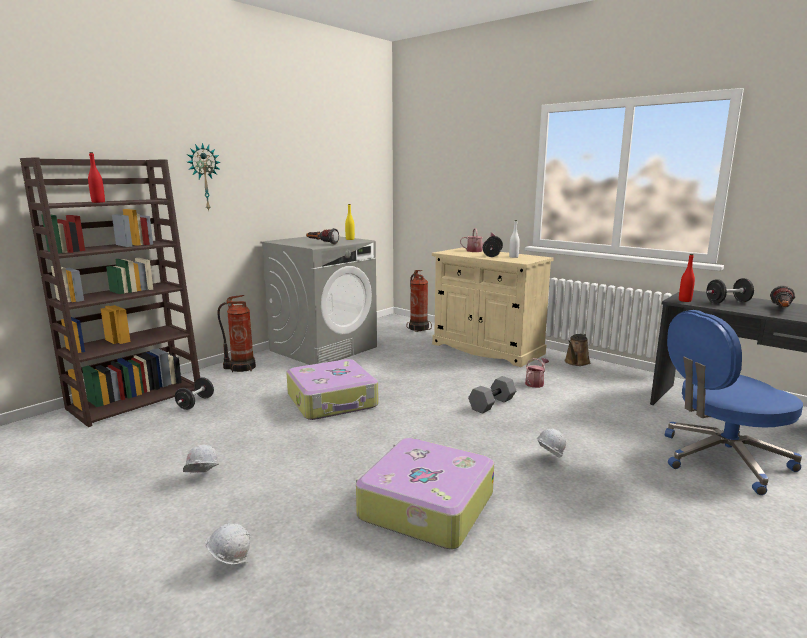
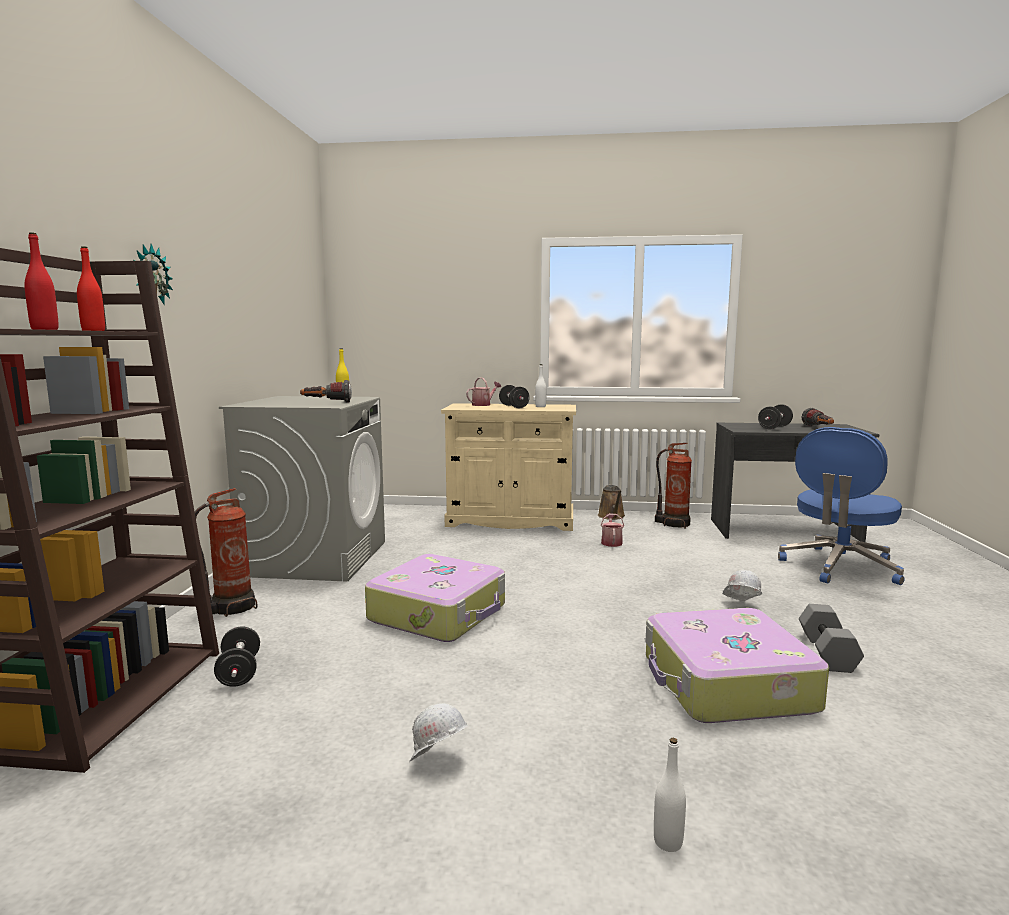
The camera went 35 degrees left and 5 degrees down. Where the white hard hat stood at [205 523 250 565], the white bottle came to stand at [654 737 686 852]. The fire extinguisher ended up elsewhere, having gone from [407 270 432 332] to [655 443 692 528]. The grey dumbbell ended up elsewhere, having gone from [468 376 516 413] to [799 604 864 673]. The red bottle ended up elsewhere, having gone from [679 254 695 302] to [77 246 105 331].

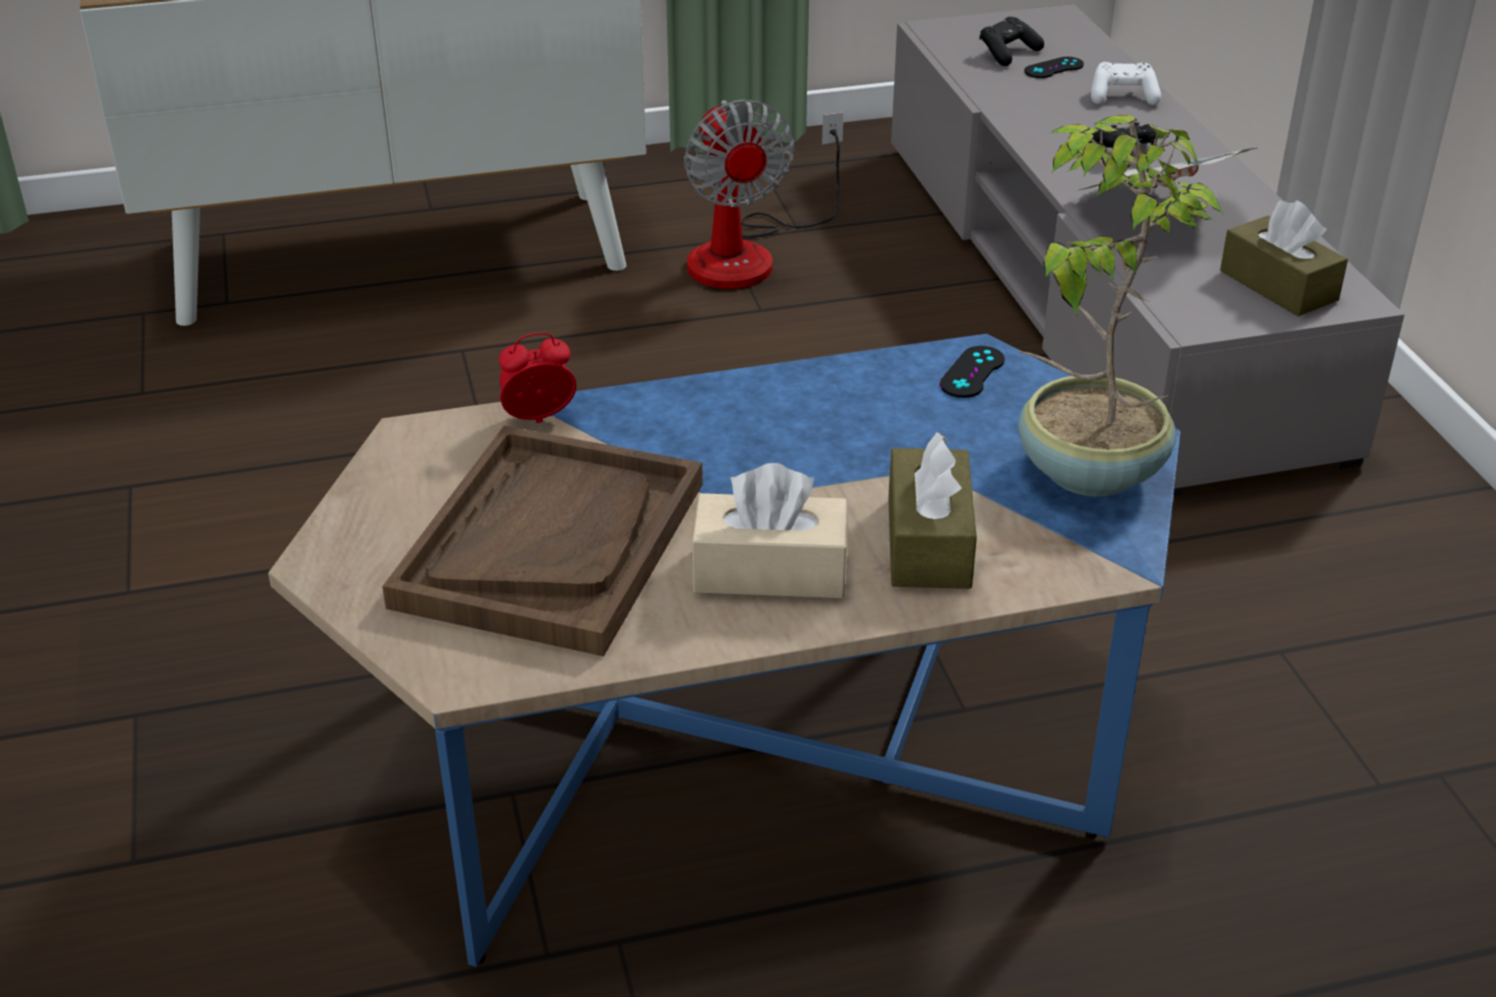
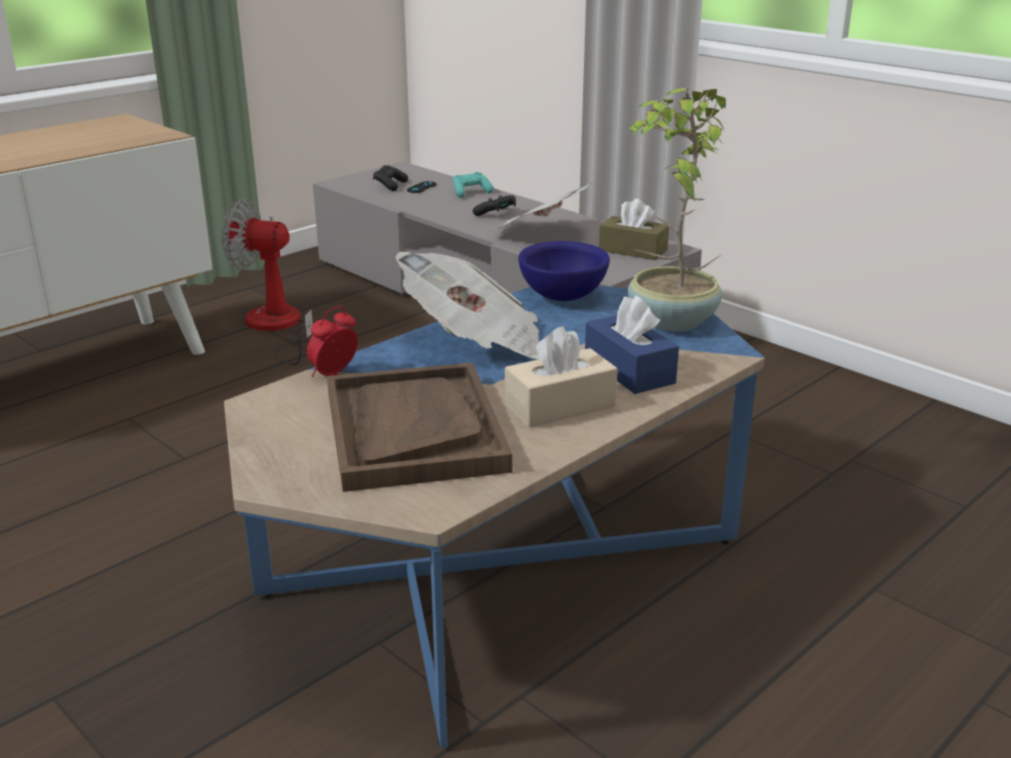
The camera went 30 degrees left and 10 degrees down. The fan at [684 100 844 289] ended up facing another way, 150 degrees clockwise from before. What was the brown tissue box at [888 432 977 589] turned into the blue tissue box at [585 296 679 394]. Where the black game controller stood at [940 346 1005 398], the blue bowl came to stand at [518 241 610 301]. What was the white game controller at [1091 62 1161 105] turned into the turquoise game controller at [453 172 494 198]. The second view gained the newspaper at [395 252 541 359].

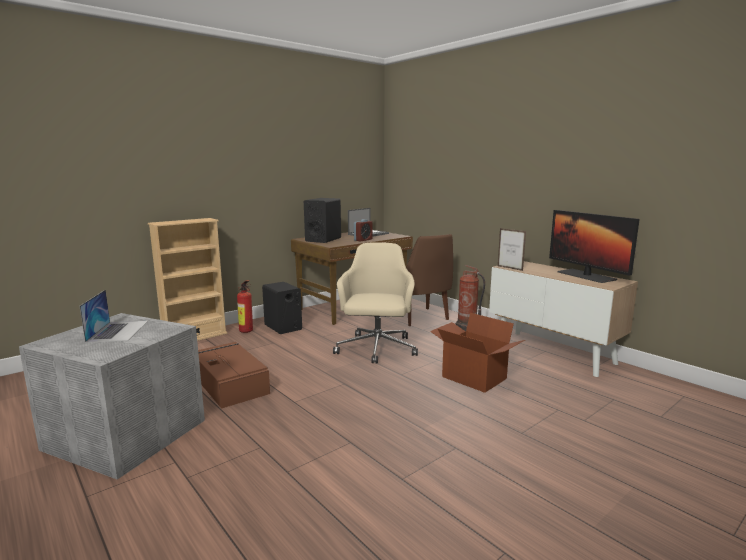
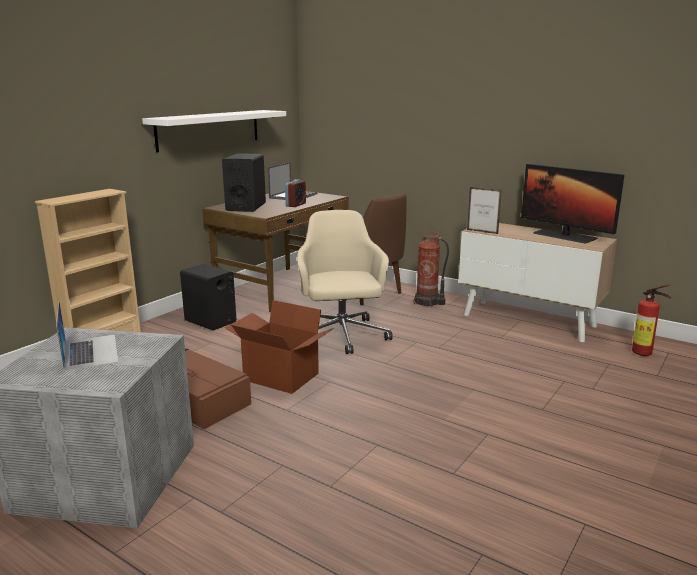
The camera went 15 degrees left and 5 degrees up. The fire extinguisher ended up elsewhere, having gone from [237 280 253 333] to [632 284 671 356]. The cardboard box ended up elsewhere, having gone from [430 313 525 393] to [225 300 334 394]. The second view gained the white shelf at [142 110 286 152].

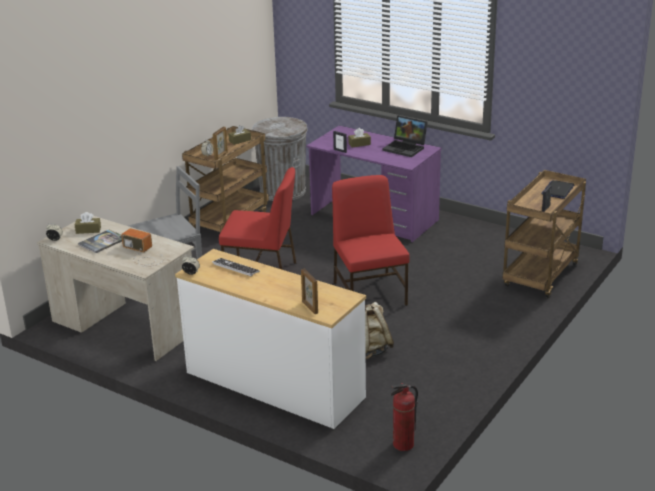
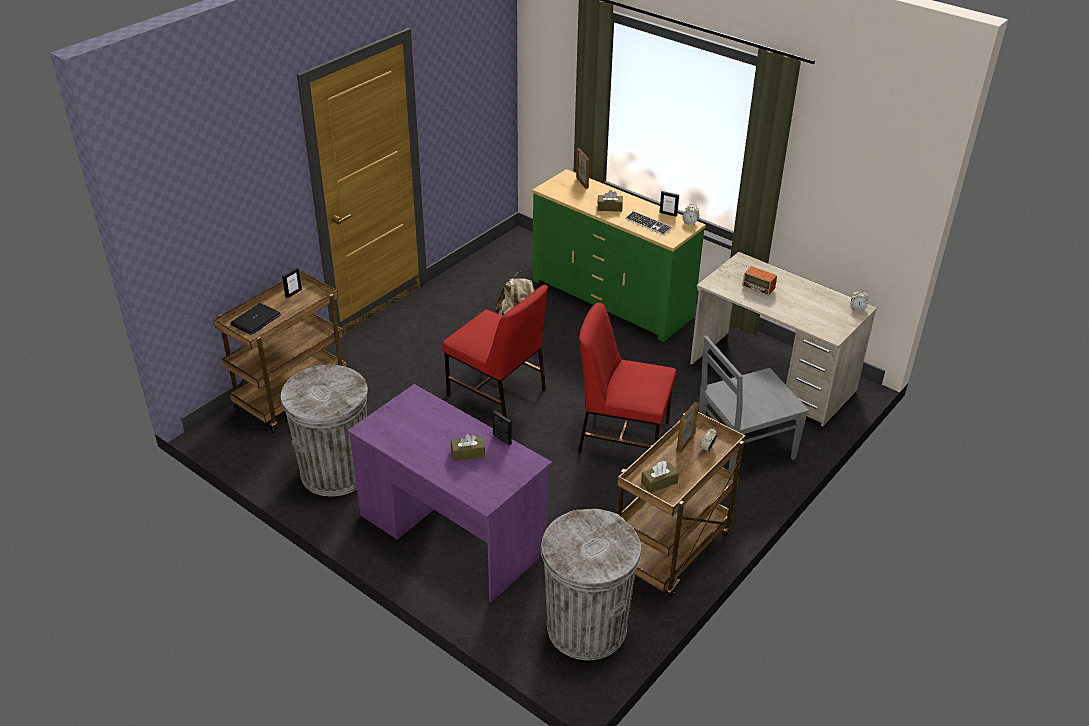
The camera went 175 degrees left and 10 degrees up. The brown tissue box ended up elsewhere, having gone from [75 212 101 234] to [597 190 623 212]. The second view lost the book at [78 230 122 253]. What was the white dresser at [175 249 366 429] turned into the green dresser at [532 169 706 342]. The red chair at [332 175 410 306] ended up facing another way, 45 degrees counterclockwise from before. The second view lost the laptop at [383 115 428 157]. The second view lost the fire extinguisher at [391 383 418 451]. The second view gained the grey trash can at [281 365 368 496]. The second view gained the picture frame at [659 191 679 217].

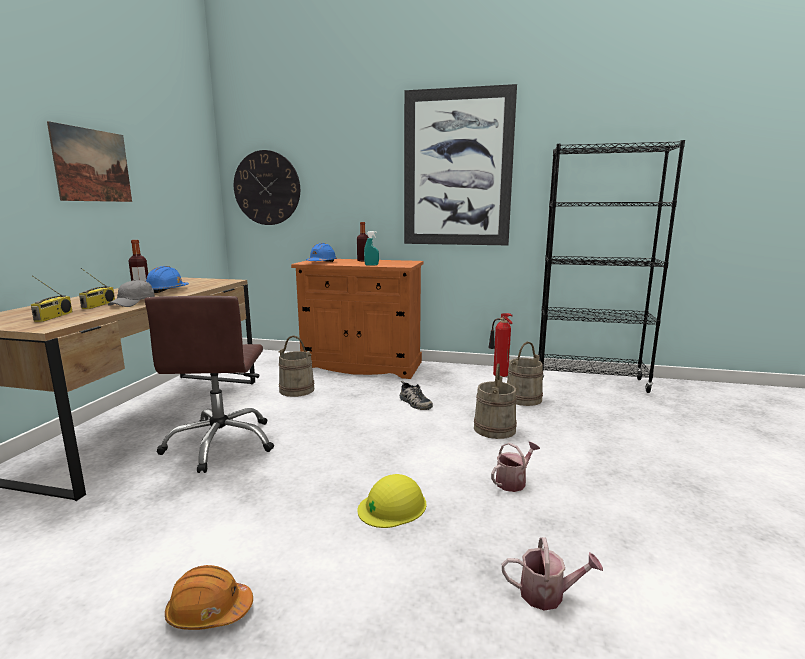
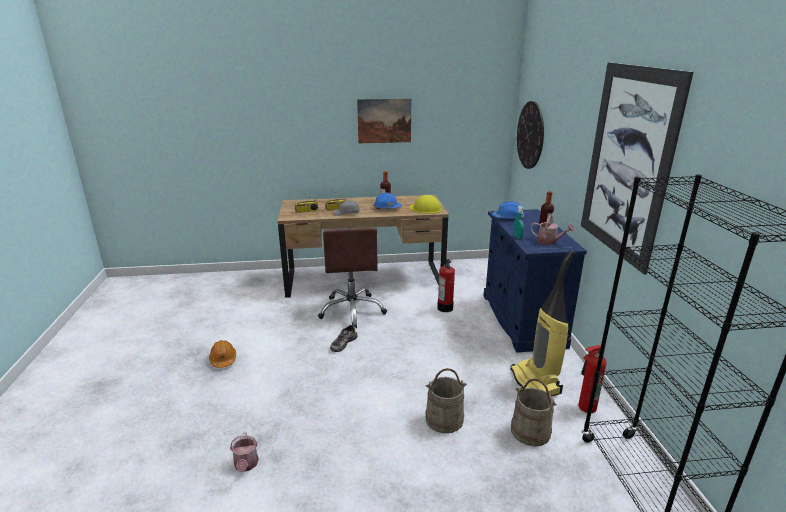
The camera went 70 degrees right and 10 degrees up. The brown office chair at [145 296 274 473] ended up facing another way, 75 degrees counterclockwise from before. Where the beige bucket stood at [278 336 315 397], the fire extinguisher came to stand at [437 259 455 312]. What was the orange cabinet at [291 259 424 379] turned into the blue cabinet at [483 209 587 352]. The yellow hard hat ended up elsewhere, having gone from [357 474 427 528] to [410 195 442 214]. The shoe ended up elsewhere, having gone from [400 381 433 410] to [330 323 357 352]. The watering can ended up elsewhere, having gone from [491 441 540 492] to [530 215 575 245]. The second view gained the vacuum cleaner at [510 250 575 396].

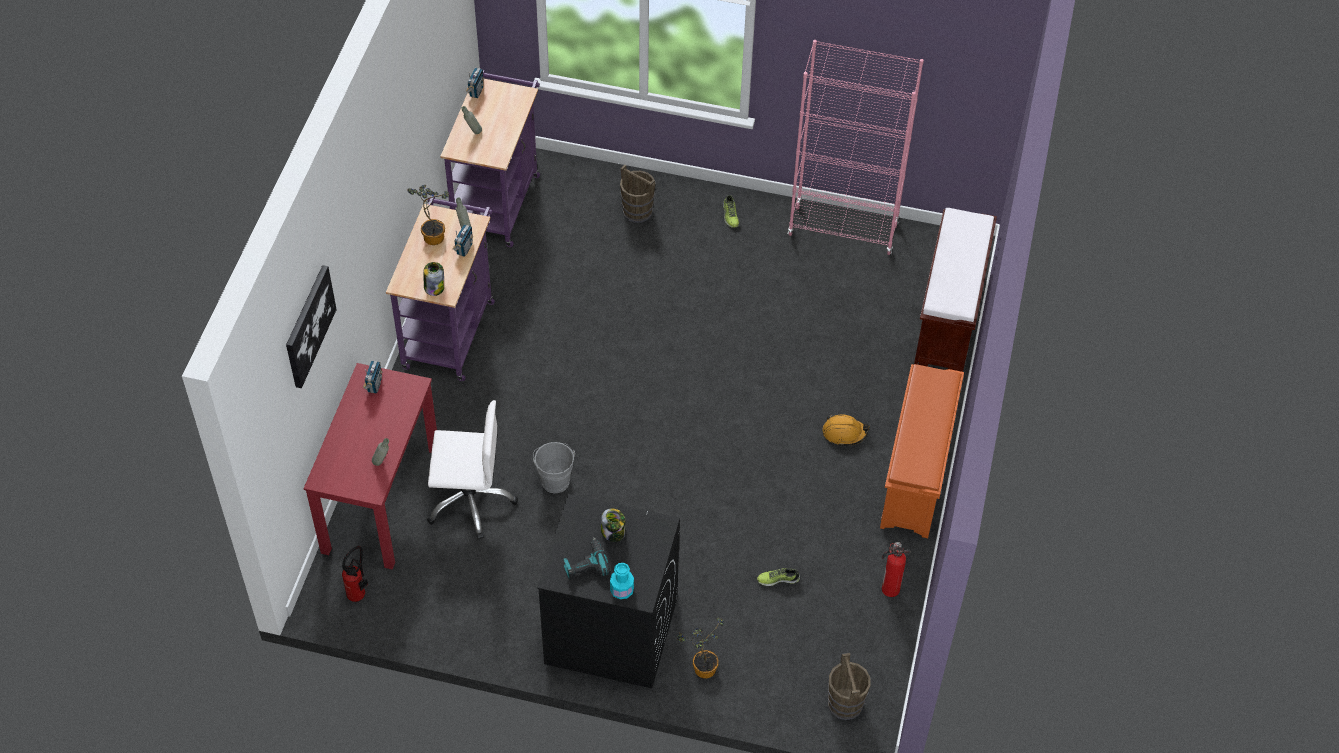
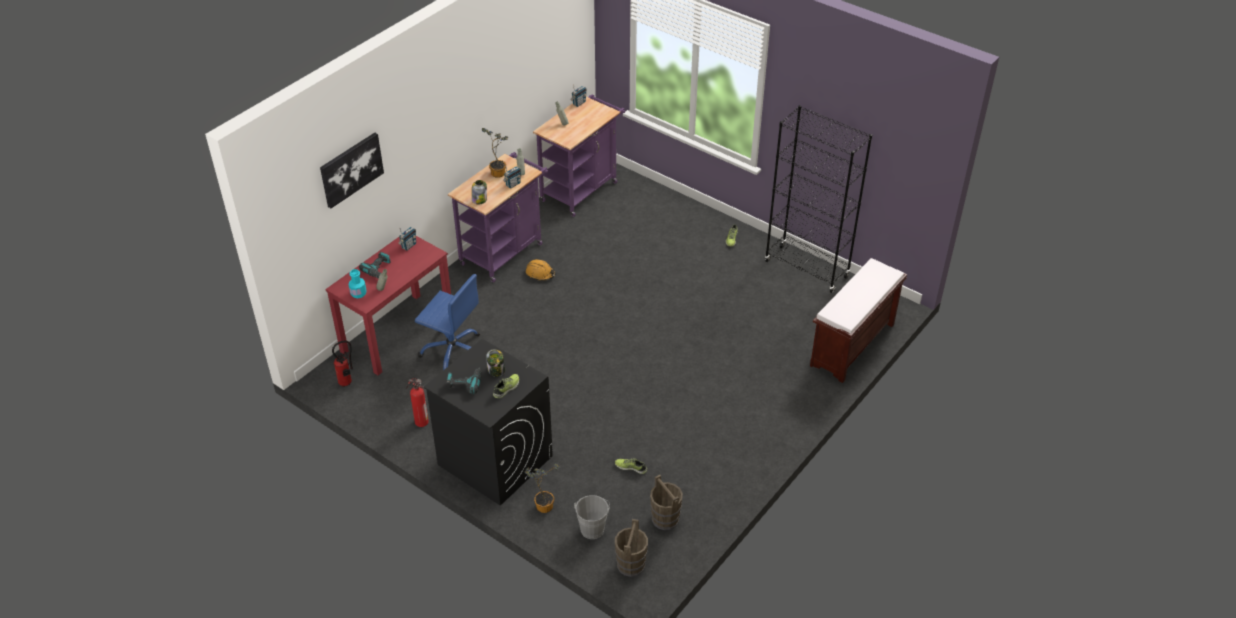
The camera went 25 degrees right and 10 degrees down. What was the white office chair at [427 400 518 539] turned into the blue office chair at [415 274 480 370]. The grey bucket ended up elsewhere, having gone from [533 442 575 493] to [574 495 610 539]. The turquoise bottle ended up elsewhere, having gone from [610 563 634 599] to [349 269 367 298]. The brown bucket ended up elsewhere, having gone from [620 164 655 223] to [650 475 683 530]. What was the pink bookcase at [788 40 924 255] turned into the black bookcase at [765 105 872 293]. The orange hard hat ended up elsewhere, having gone from [822 414 870 446] to [526 259 556 281]. The second view lost the orange shoe rack at [880 364 964 538]. The fire extinguisher ended up elsewhere, having gone from [882 542 911 597] to [406 378 429 427]. The second view gained the power drill at [359 252 391 279]. The second view gained the shoe at [493 374 519 399].

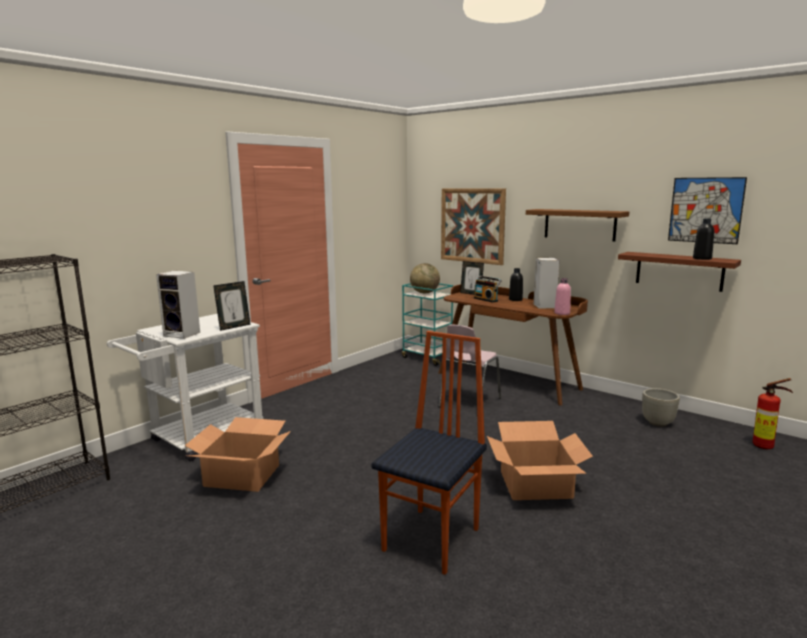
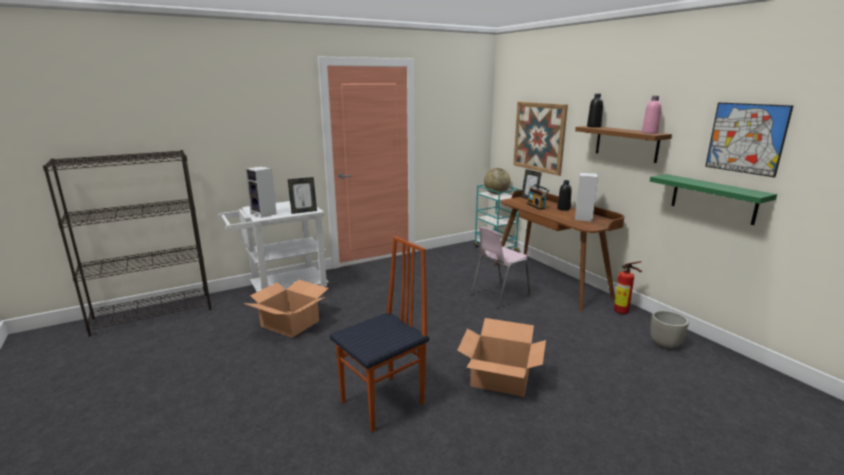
The camera went 20 degrees right and 5 degrees up. The pink bottle ended up elsewhere, having gone from [554 278 571 315] to [642 96 662 134]. What was the brown shelf at [618 252 741 292] turned into the green shelf at [650 174 777 225]. The black bottle ended up elsewhere, having gone from [693 218 714 260] to [587 94 603 128]. The fire extinguisher ended up elsewhere, having gone from [753 378 793 449] to [614 261 642 314].

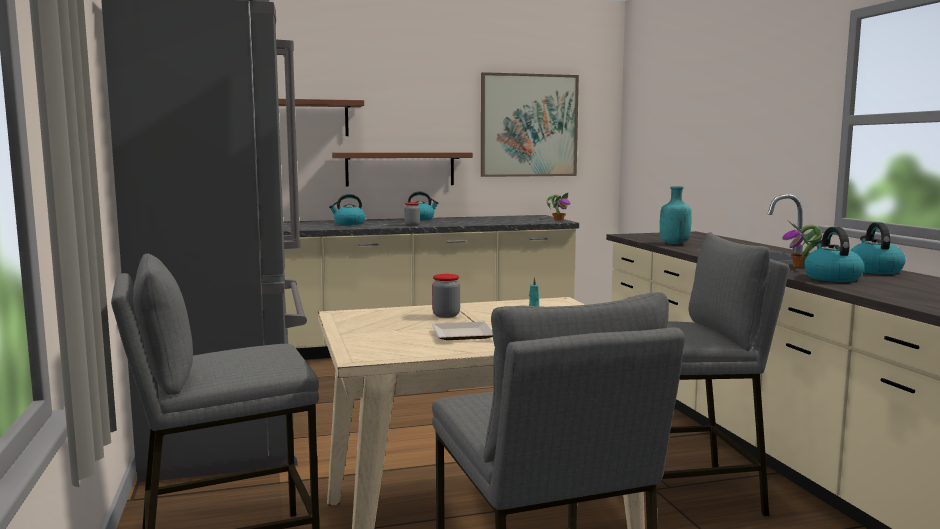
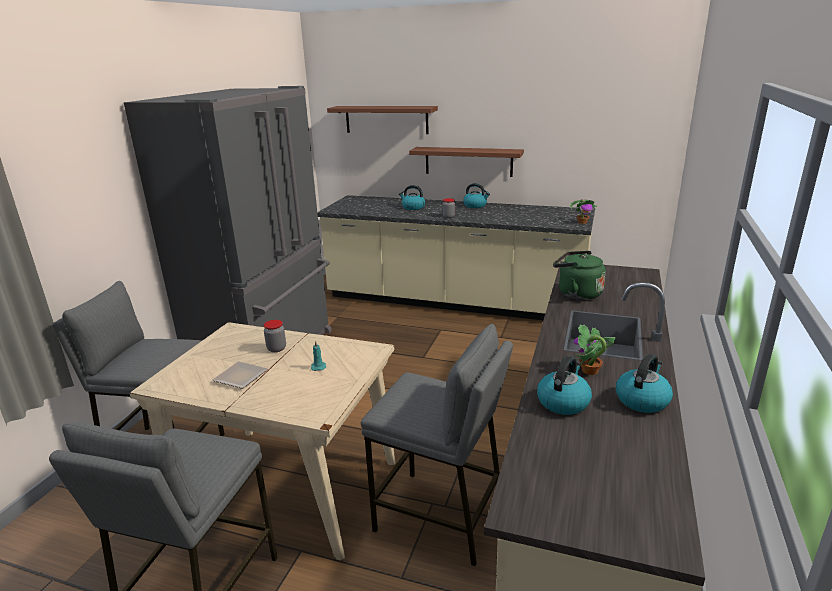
The camera went 35 degrees right and 15 degrees up. The second view lost the picture at [481 72 579 177]. Where the turquoise bottle stood at [660 186 692 244], the green kettle came to stand at [553 251 606 300].

